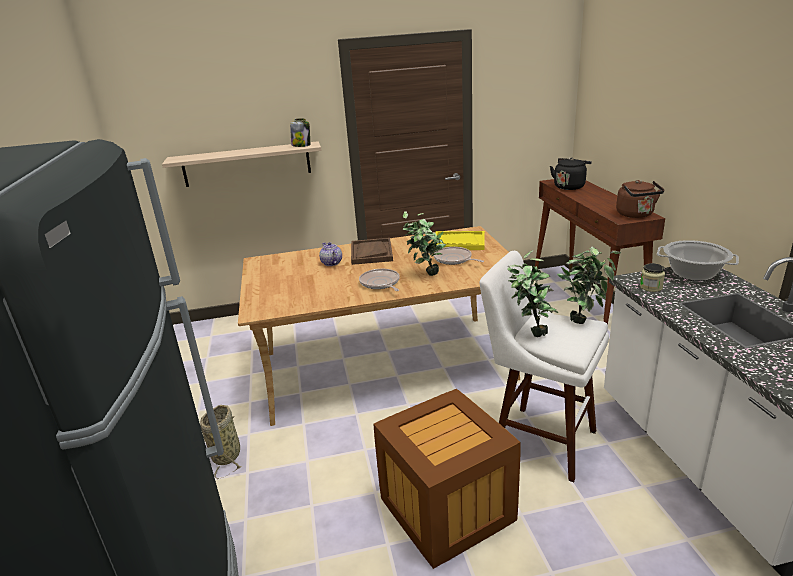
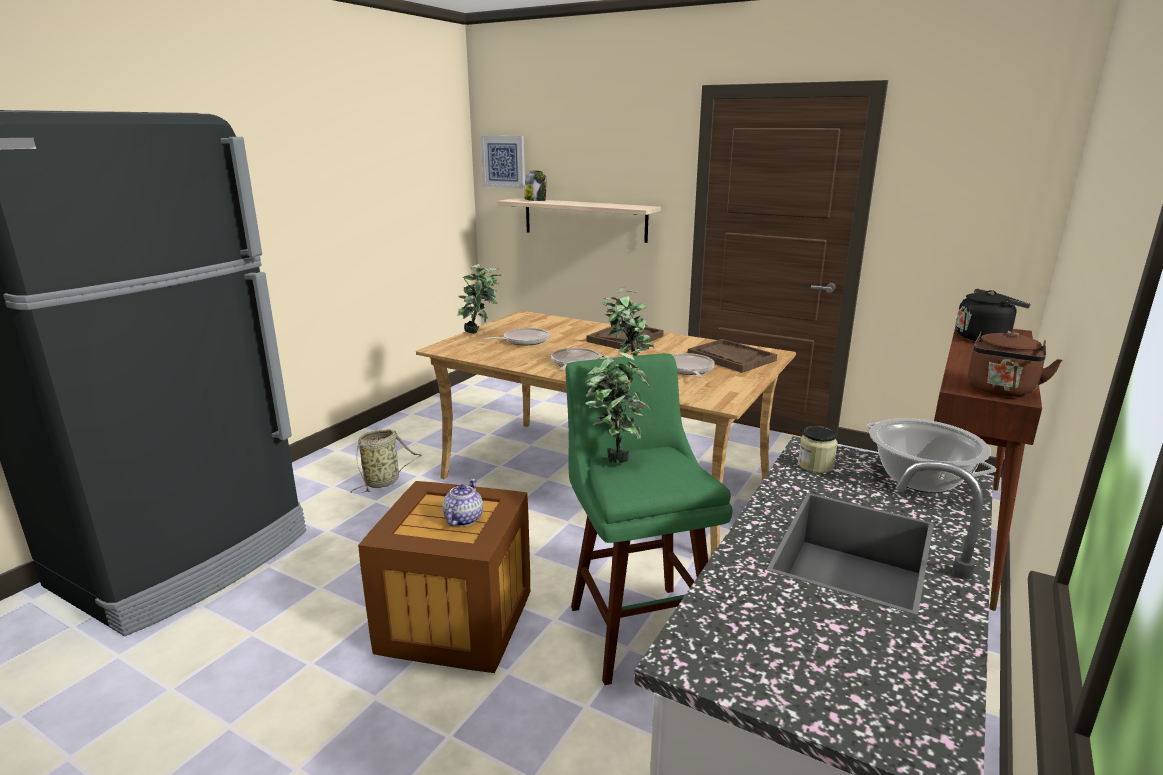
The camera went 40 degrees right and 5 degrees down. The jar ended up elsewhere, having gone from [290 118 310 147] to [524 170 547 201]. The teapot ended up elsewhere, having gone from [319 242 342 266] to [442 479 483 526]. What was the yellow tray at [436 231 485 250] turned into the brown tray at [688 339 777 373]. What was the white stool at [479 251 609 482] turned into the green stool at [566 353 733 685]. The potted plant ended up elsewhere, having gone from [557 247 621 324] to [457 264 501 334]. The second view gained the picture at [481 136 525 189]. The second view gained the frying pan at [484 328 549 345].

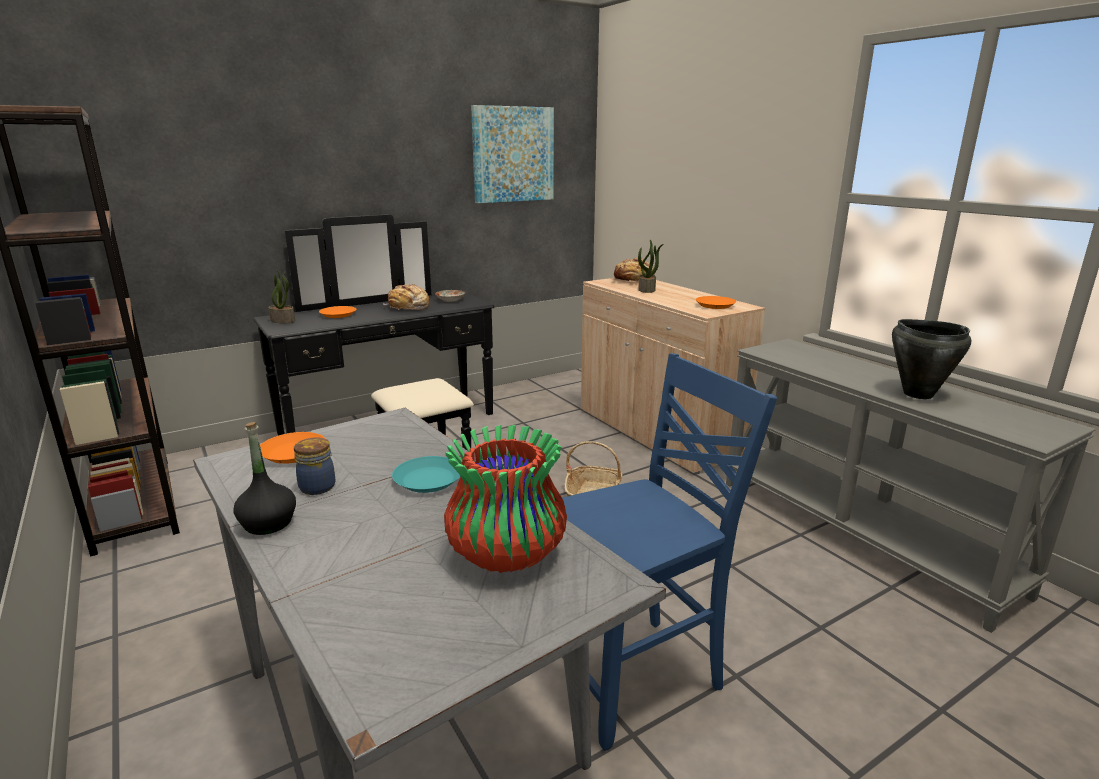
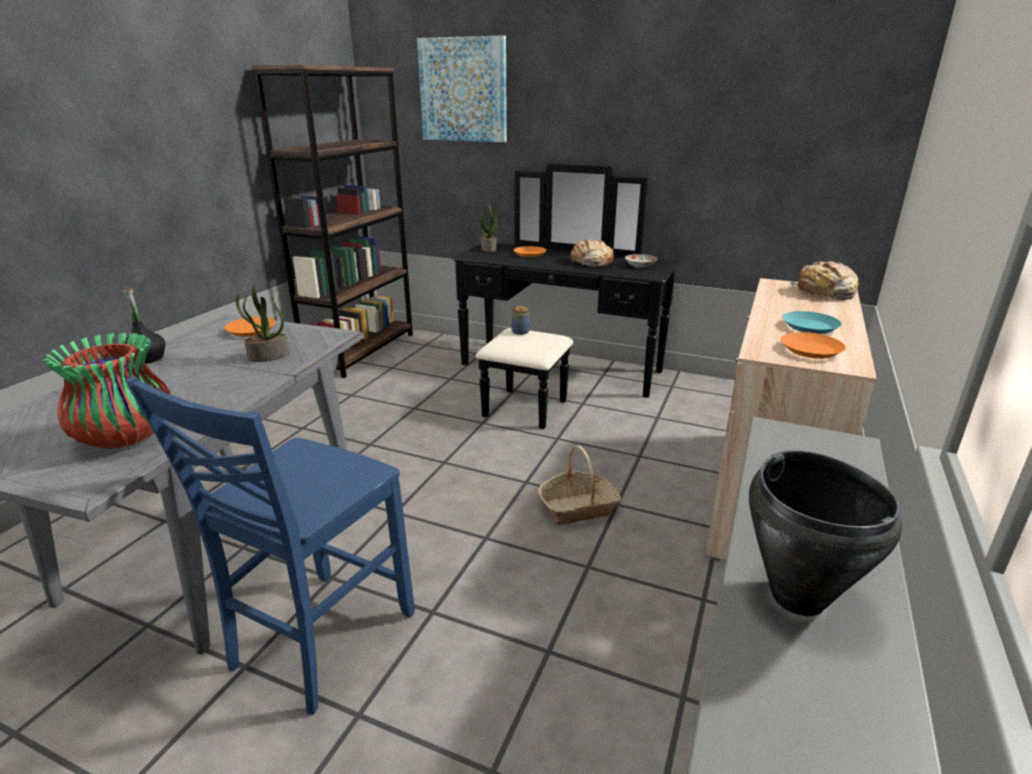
The camera went 55 degrees right and 5 degrees up. The jar ended up elsewhere, having gone from [294 437 336 495] to [511 306 530 335]. The turquoise plate ended up elsewhere, having gone from [392 456 460 493] to [782 311 842 334]. The picture ended up elsewhere, having gone from [471 105 554 203] to [417 35 507 142]. The blue chair at [562 353 777 751] ended up facing another way, 90 degrees clockwise from before. The potted plant ended up elsewhere, having gone from [638 240 663 293] to [236 286 290 362].

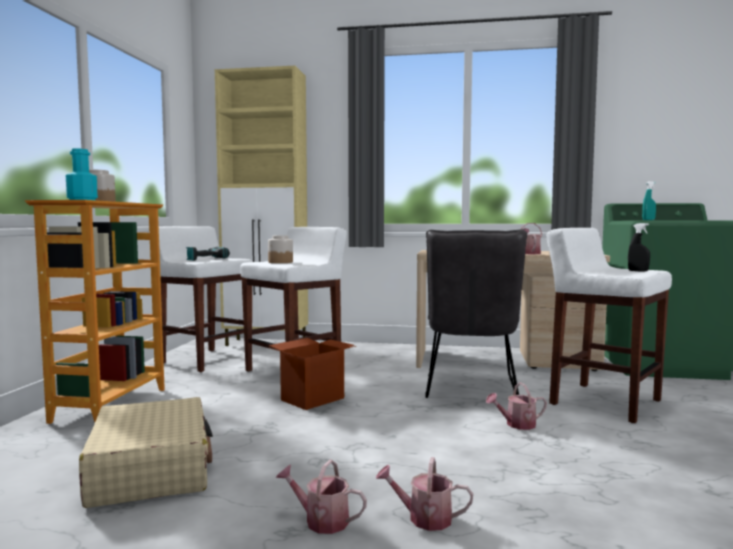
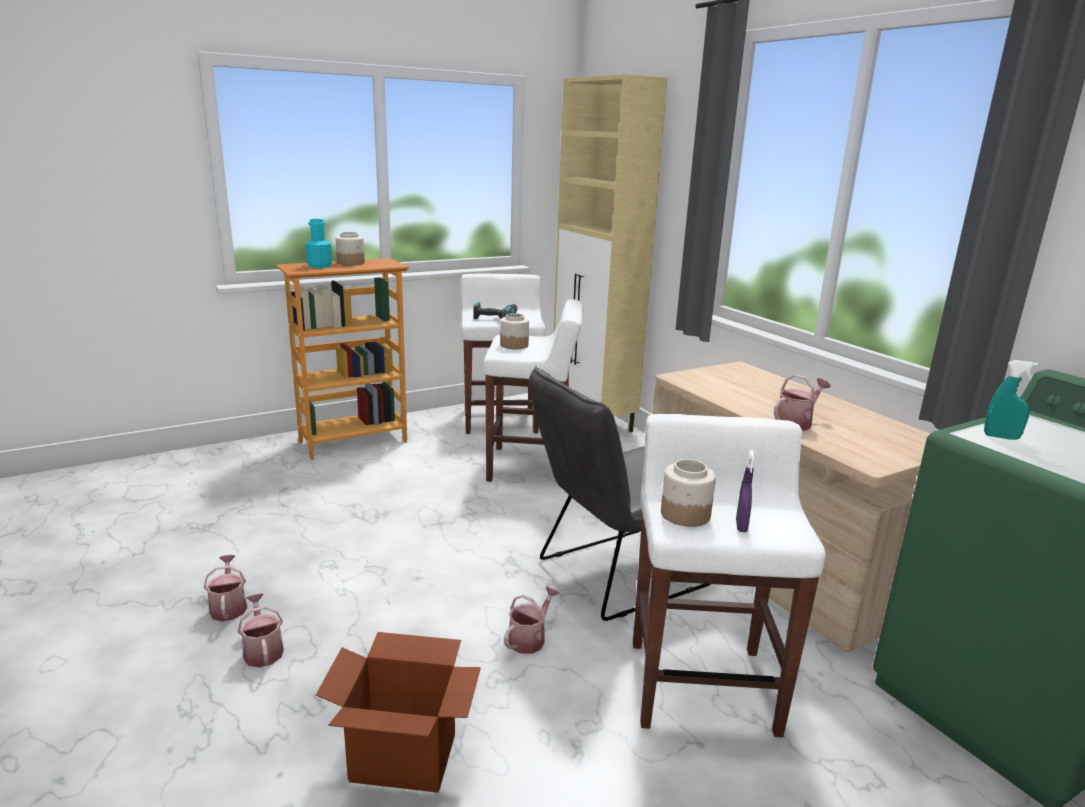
The camera went 50 degrees right and 15 degrees up. The second view lost the beige suitcase at [79 397 213 508]. The cardboard box ended up elsewhere, having gone from [269 338 356 410] to [316 632 481 793]. The watering can at [486 382 547 430] ended up facing another way, 90 degrees clockwise from before. What was the black spray bottle at [628 223 650 272] turned into the purple spray bottle at [736 450 755 532]. The second view gained the jar at [661 459 716 527].

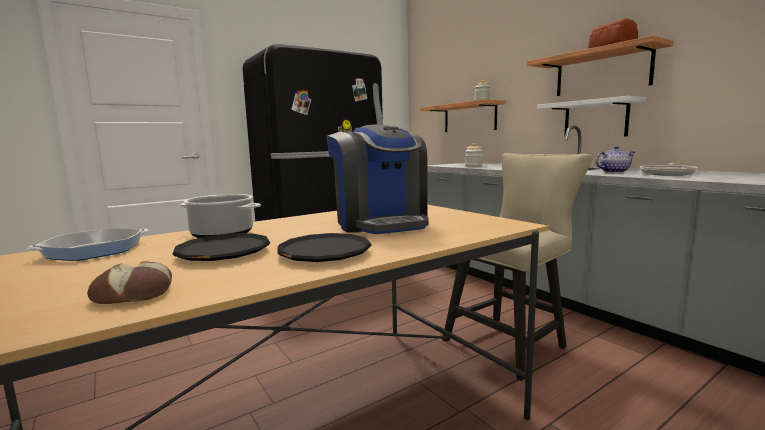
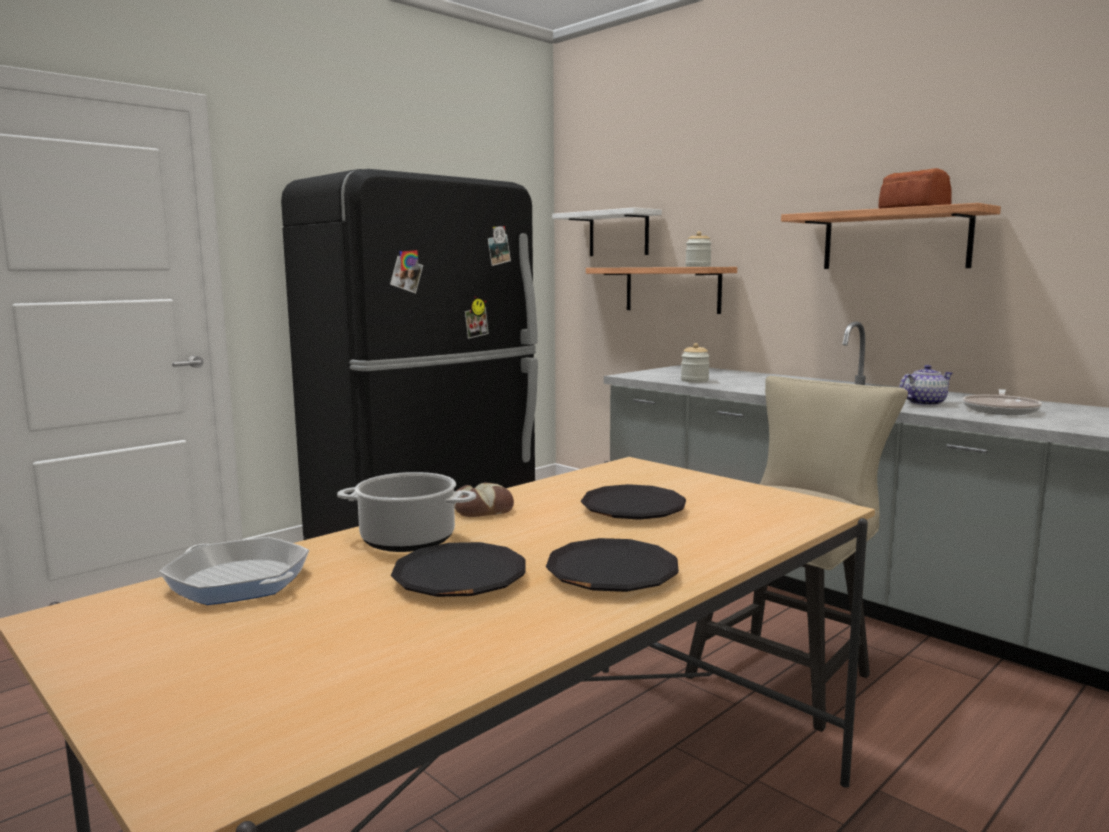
The camera went 10 degrees left and 0 degrees up. The frying pan at [28 228 148 261] ended up facing another way, 90 degrees counterclockwise from before. The bread ended up elsewhere, having gone from [87 261 172 304] to [454 483 514 517]. Where the coffee machine stood at [326 125 429 234], the black plate came to stand at [581 484 686 520]. The white shelf ended up elsewhere, having gone from [537 96 646 138] to [552 207 662 256].

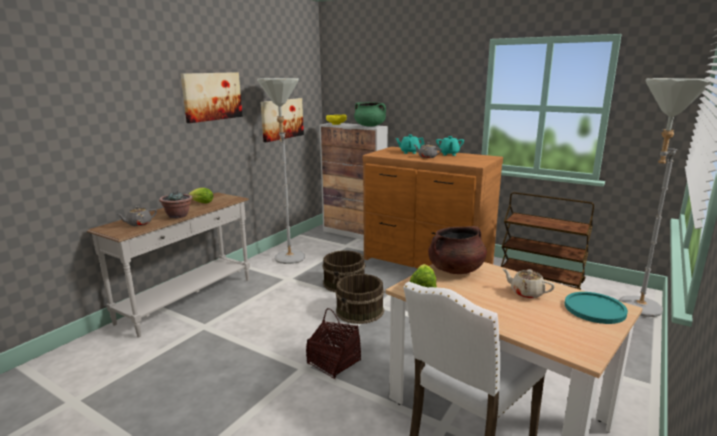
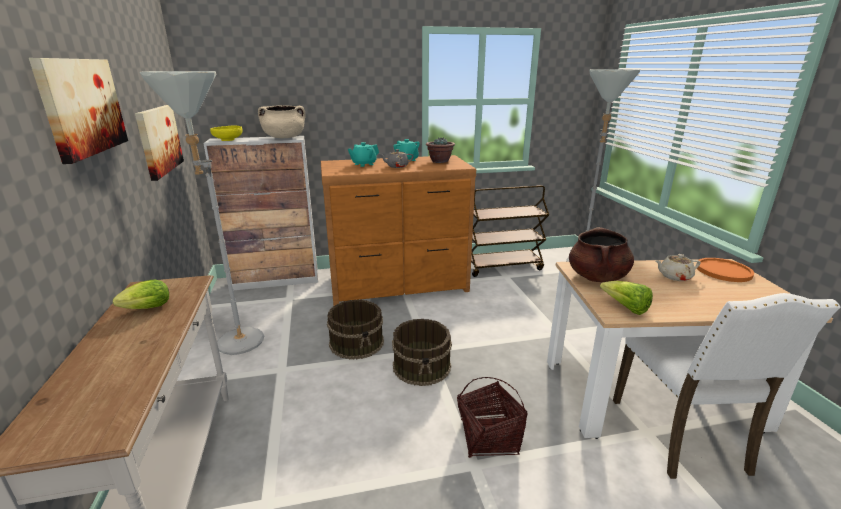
The camera went 45 degrees left and 5 degrees up. The second view lost the grey teapot at [116 206 157 226]. The potted plant ended up elsewhere, having gone from [159 191 193 218] to [426 137 455 163]. What was the green cooking pot at [354 102 386 127] turned into the beige cooking pot at [258 105 306 138]. What was the turquoise plate at [565 292 628 324] turned into the orange plate at [697 258 754 282].

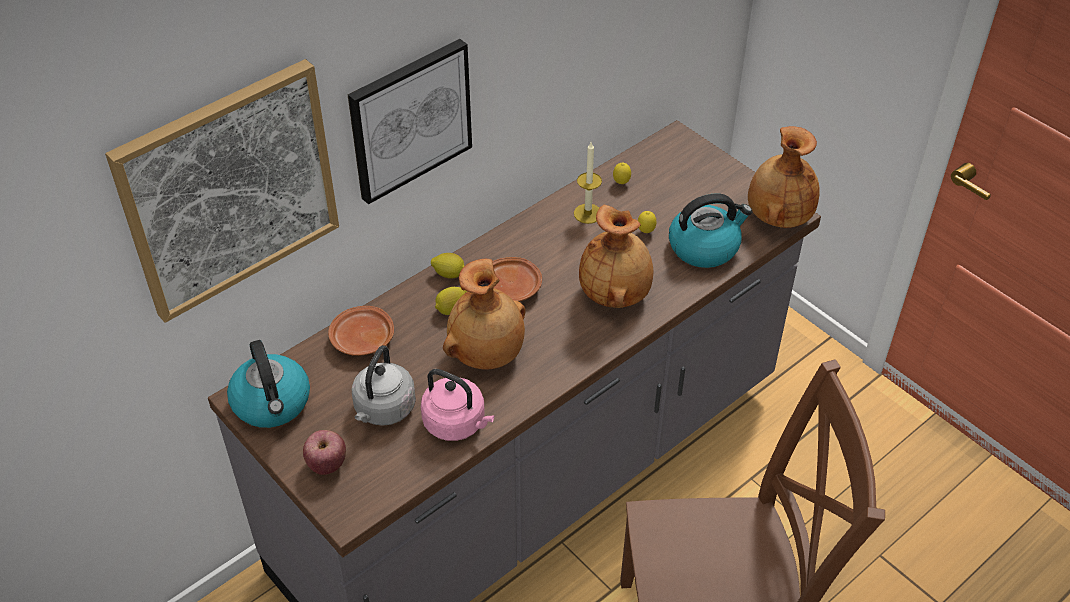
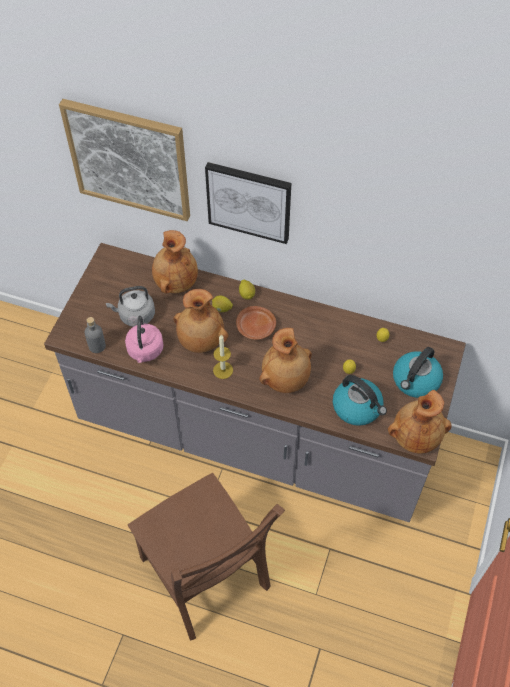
The camera went 60 degrees right and 10 degrees up. The kettle ended up elsewhere, having gone from [227 340 310 428] to [393 347 443 398]. The second view lost the apple at [303 430 346 475]. Where the brown plate stood at [328 306 394 356], the brown vase came to stand at [152 230 198 293]. The candle ended up elsewhere, having gone from [574 142 602 224] to [213 335 233 379]. The second view gained the grey bottle at [85 317 106 353].

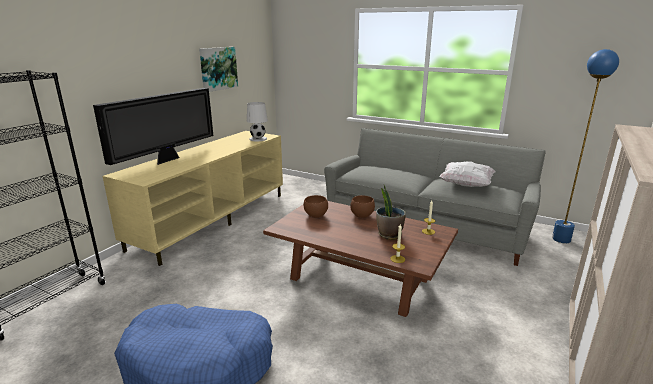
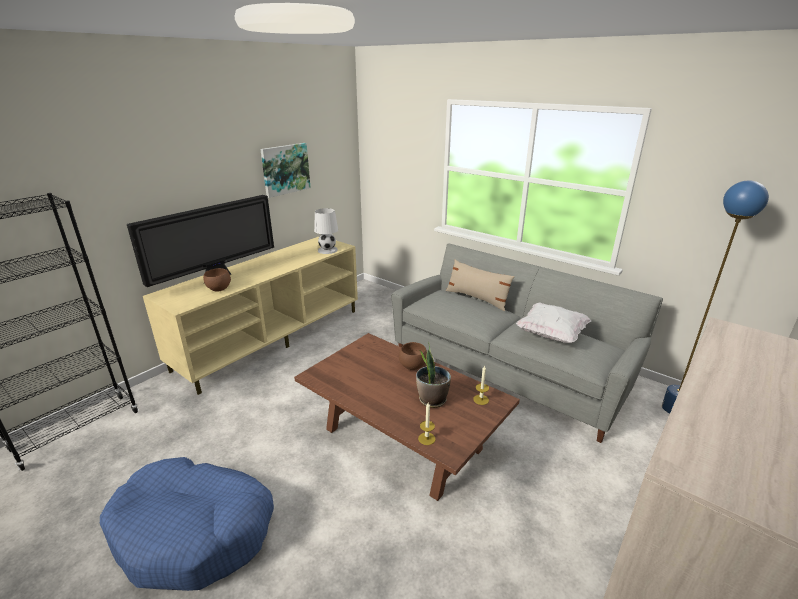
The camera went 10 degrees right and 5 degrees up. The brown bowl ended up elsewhere, having gone from [304 195 328 218] to [203 268 231 292]. The second view gained the beige pillow at [446 260 515 311].

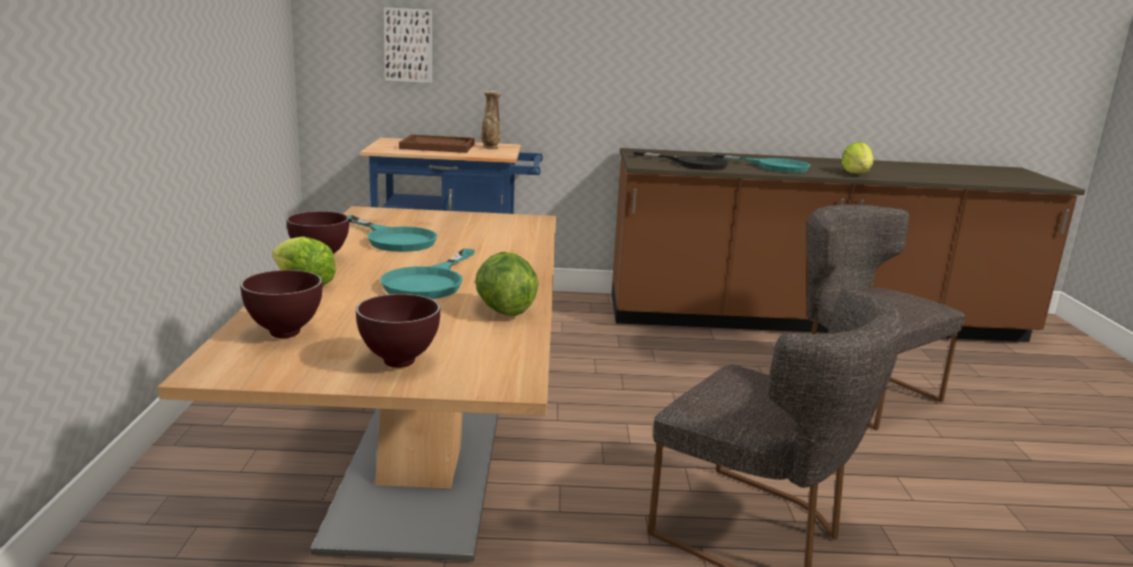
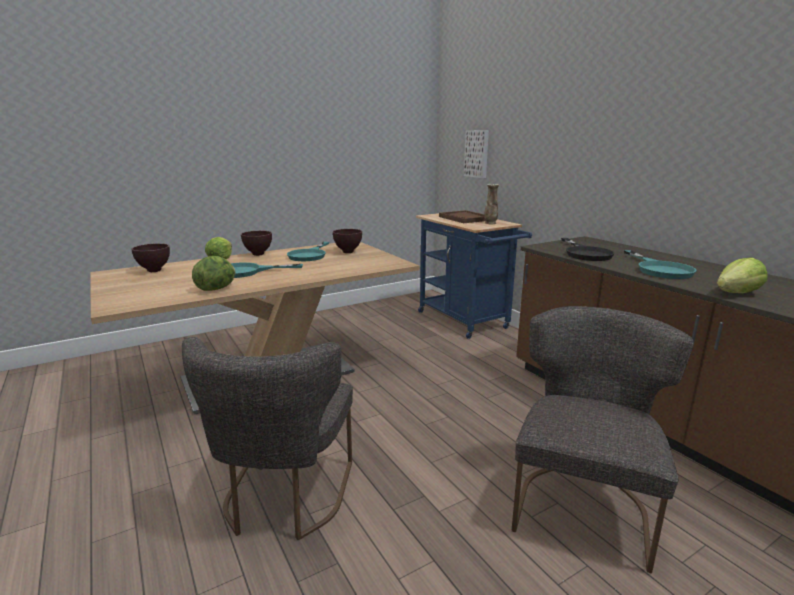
The camera went 60 degrees right and 0 degrees up. The brown bowl ended up elsewhere, having gone from [356 294 440 368] to [333 229 362 253].

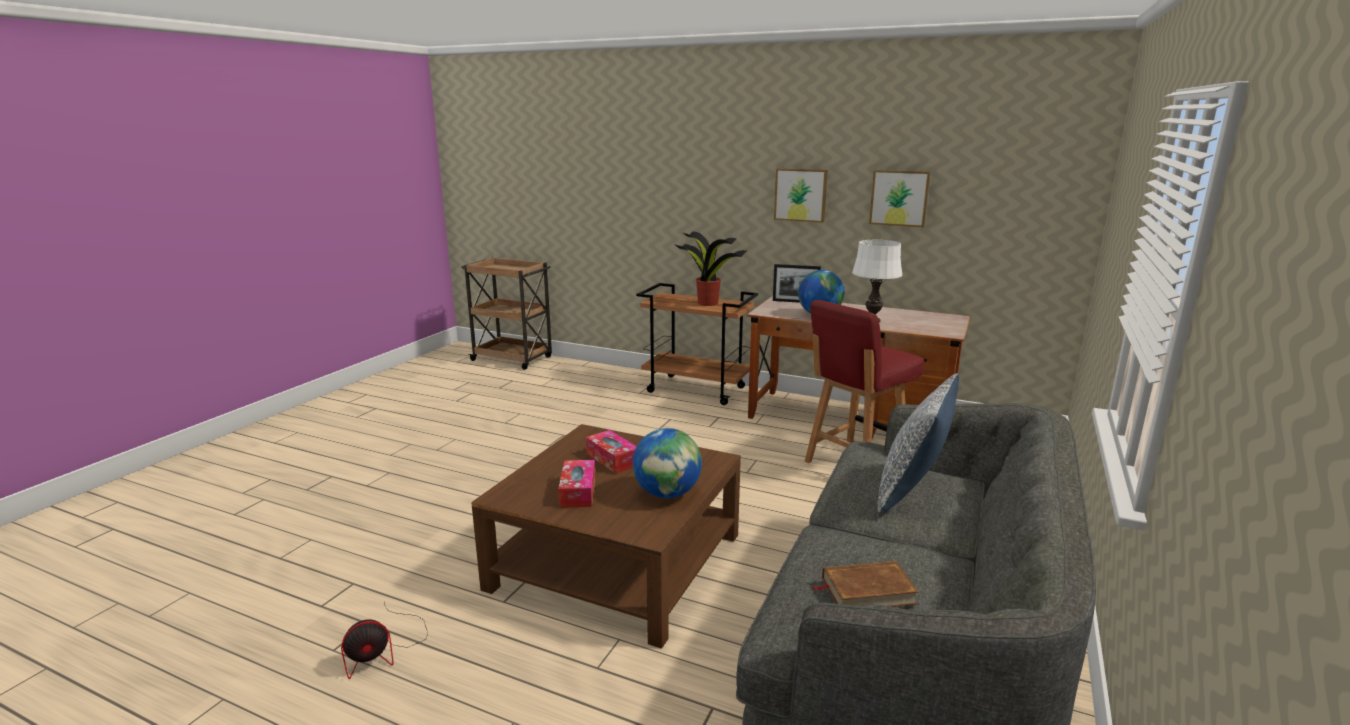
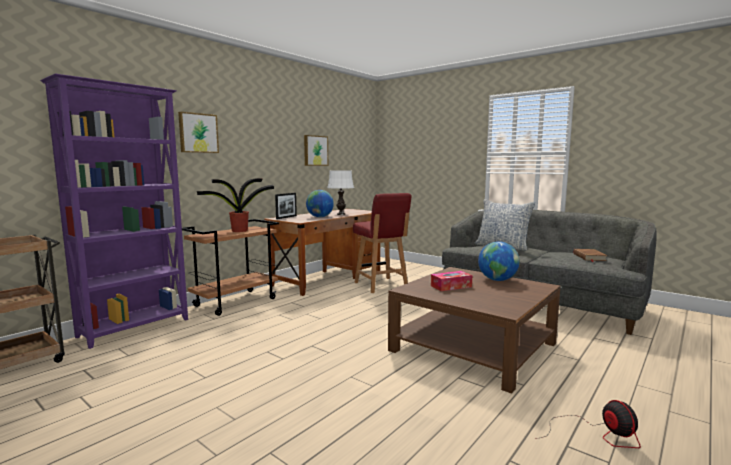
The camera went 75 degrees left and 10 degrees down. The second view lost the tissue box at [558 460 595 508]. The picture ended up elsewhere, having gone from [774 168 828 223] to [178 112 219 153]. The second view gained the purple bookcase at [40 73 188 349].

